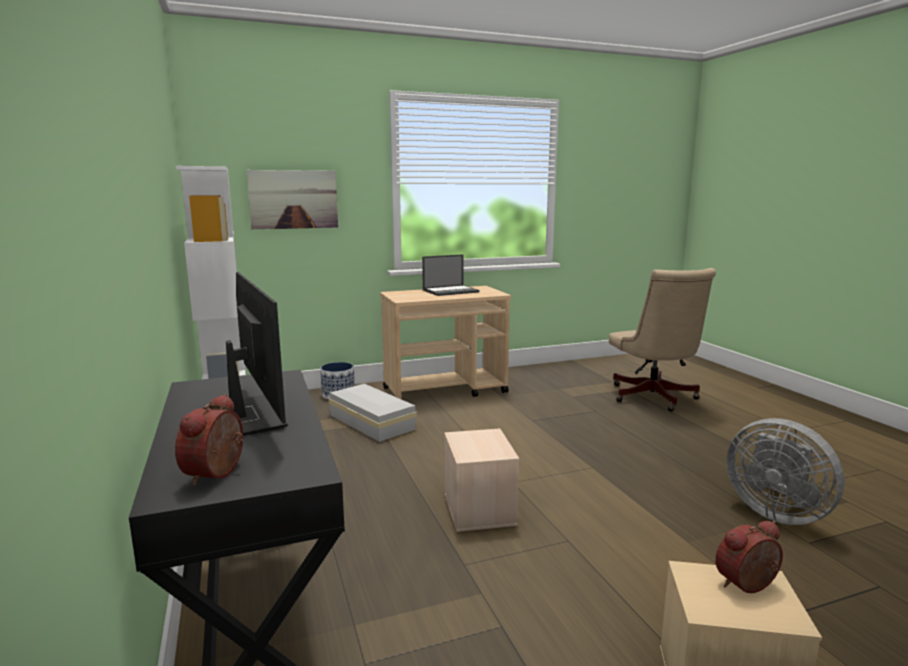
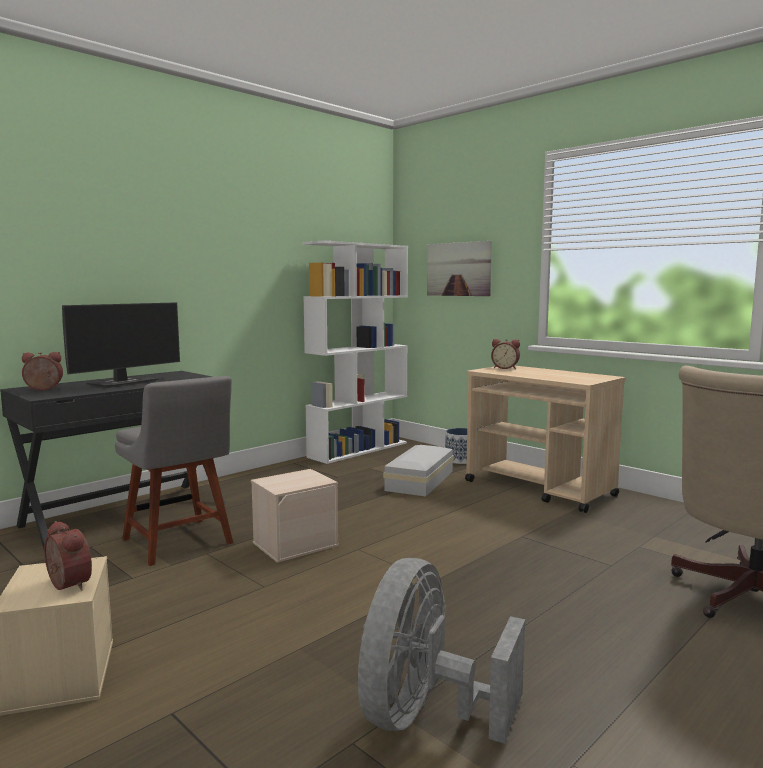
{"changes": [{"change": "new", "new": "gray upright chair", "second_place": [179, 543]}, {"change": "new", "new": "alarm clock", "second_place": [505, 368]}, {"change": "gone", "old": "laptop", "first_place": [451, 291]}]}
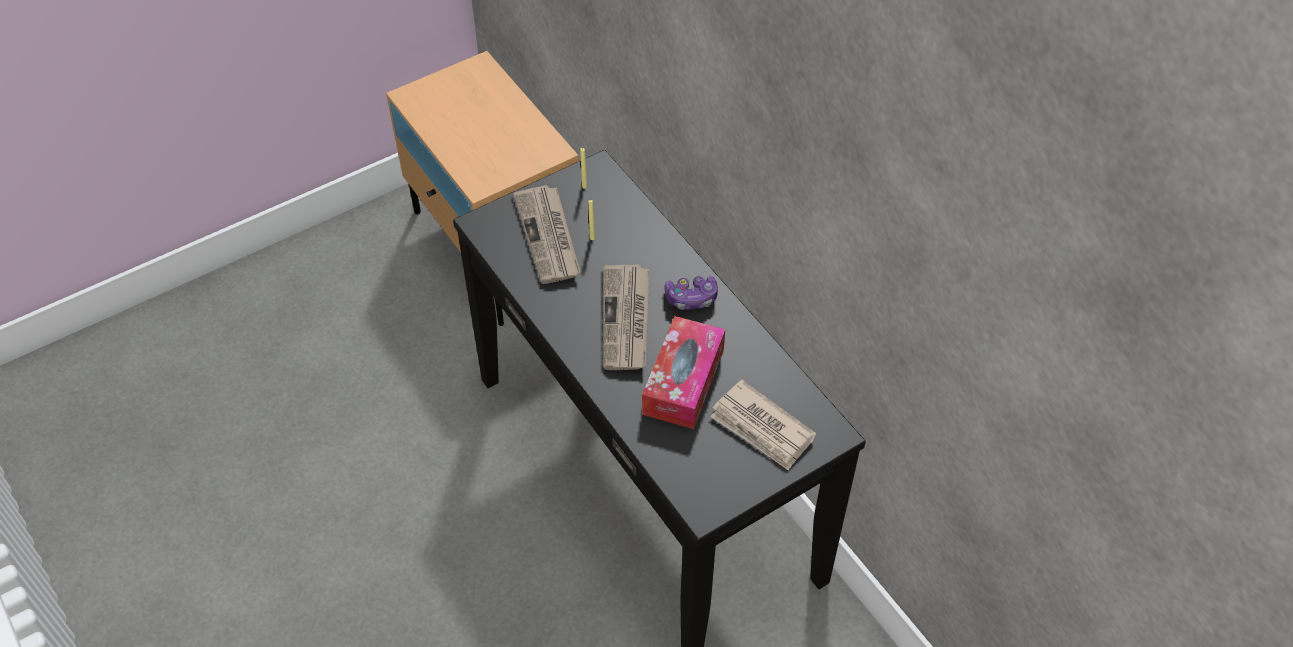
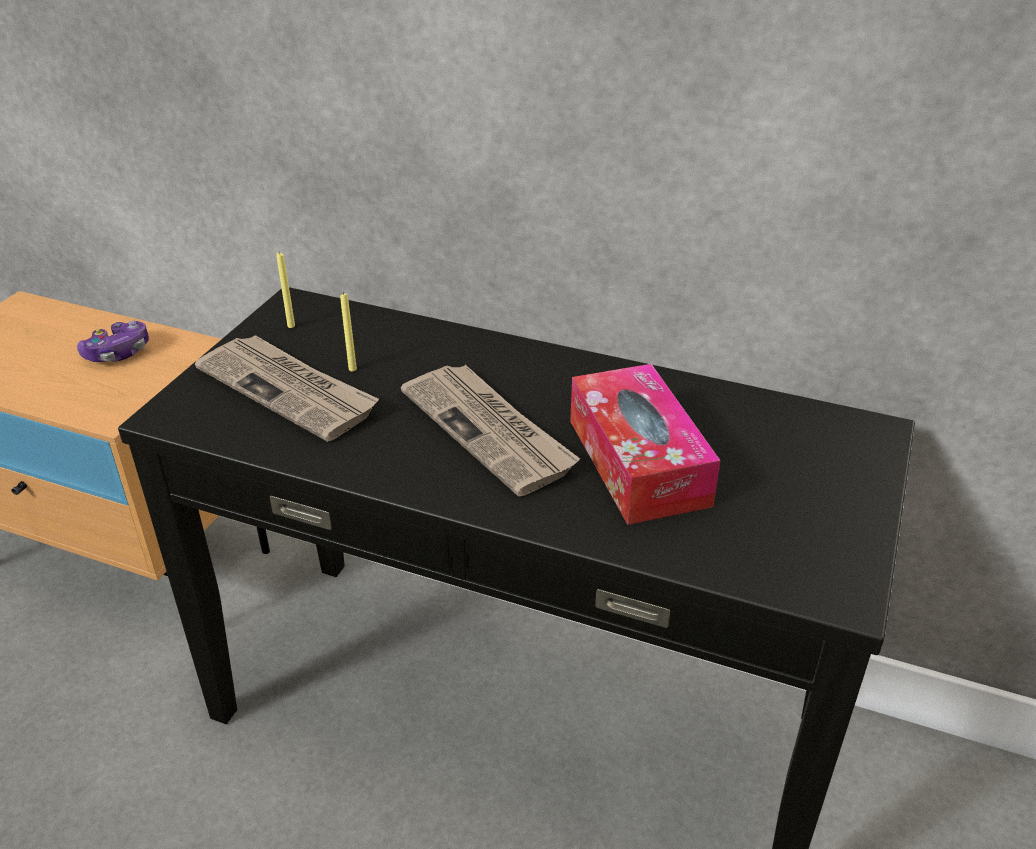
{"changes": [{"change": "shifted", "old": "joypad", "first_place": [691, 298], "second_place": [118, 353]}, {"change": "gone", "old": "daily paper", "first_place": [762, 428]}]}
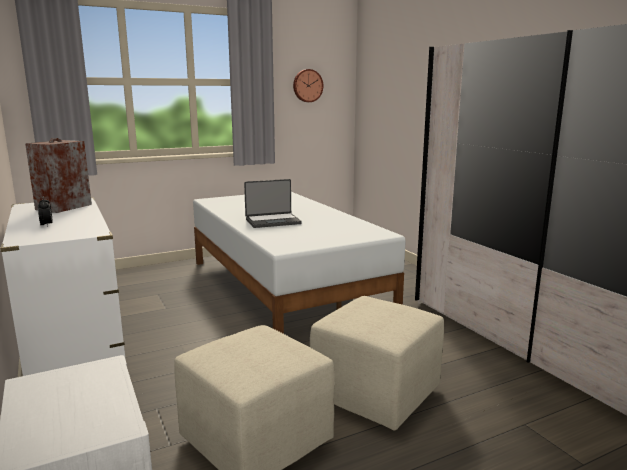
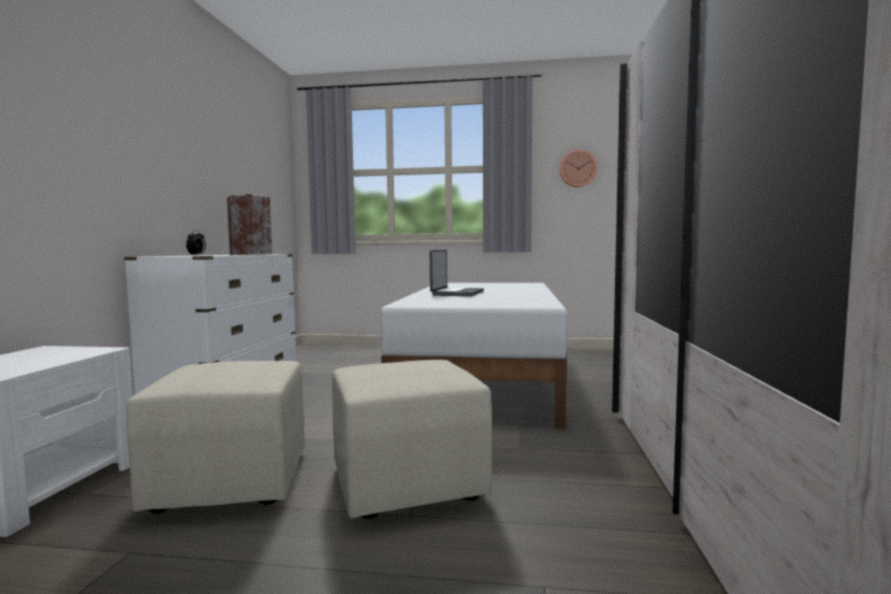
{"changes": [{"change": "rotated", "old": "laptop", "first_place": [272, 221], "second_place": [456, 293], "degrees": -90}]}
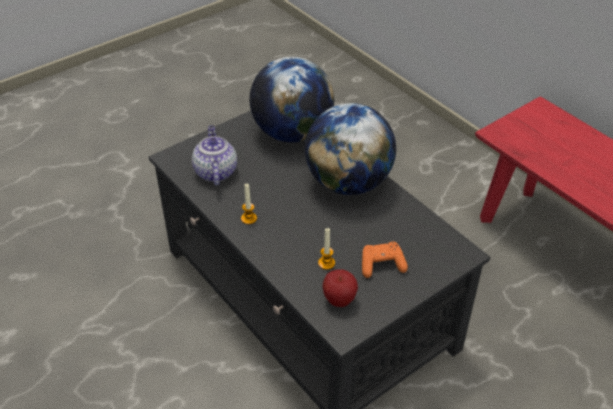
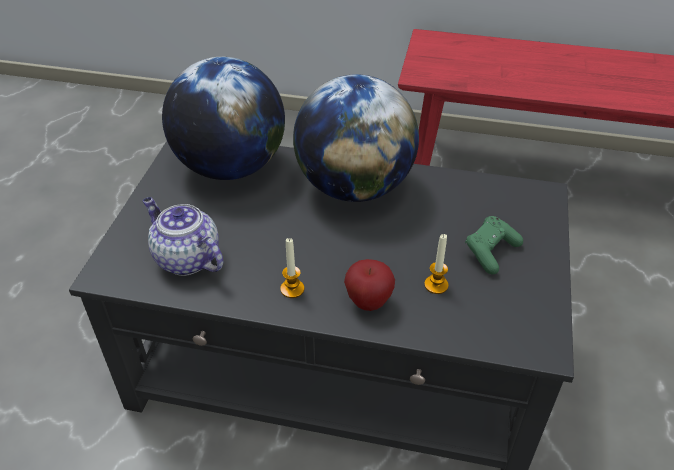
{"changes": [{"change": "shifted", "old": "apple fruit", "first_place": [339, 300], "second_place": [368, 302]}, {"change": "repainted", "old": "orangey joypad", "new": "green-coloured joypad", "first_place": [382, 265], "second_place": [490, 252]}]}
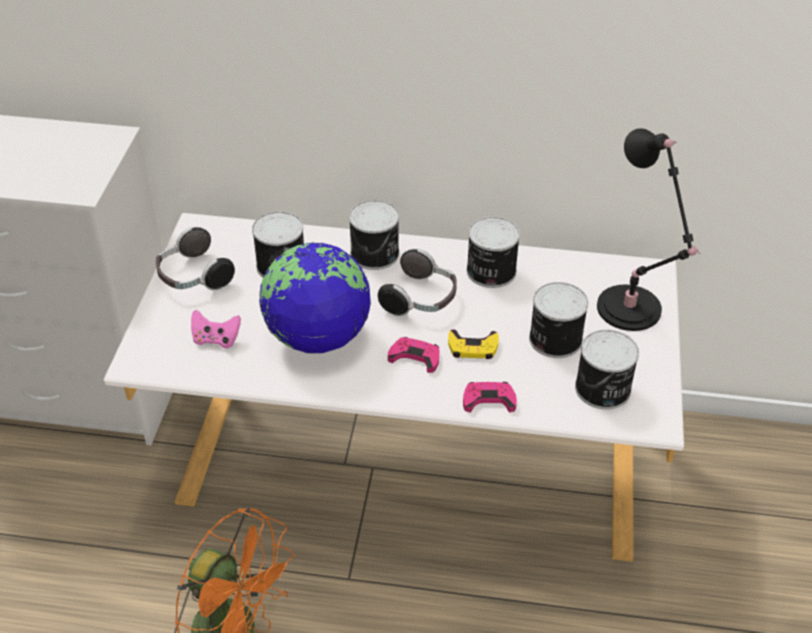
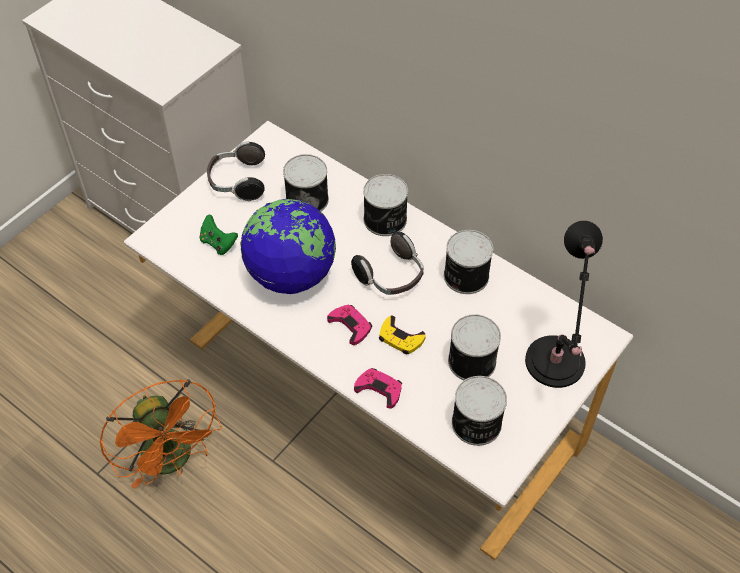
{"changes": [{"change": "repainted", "old": "pink-coloured joypad", "new": "green-coloured joypad", "first_place": [216, 339], "second_place": [218, 243]}]}
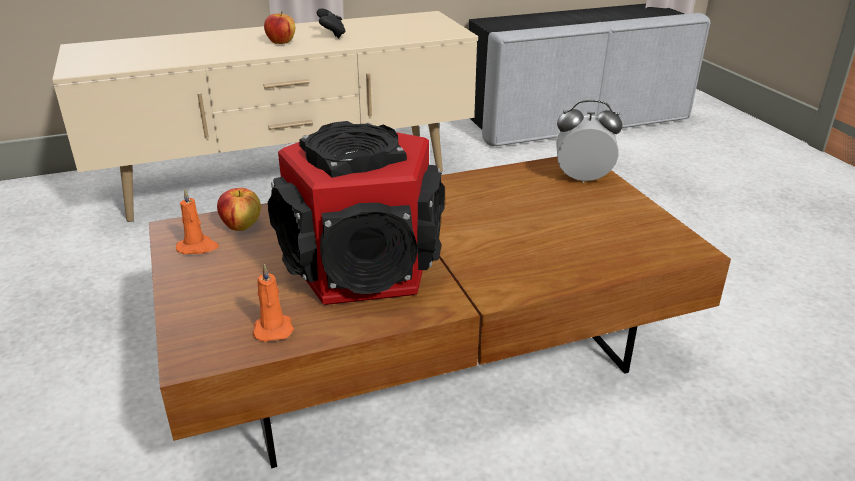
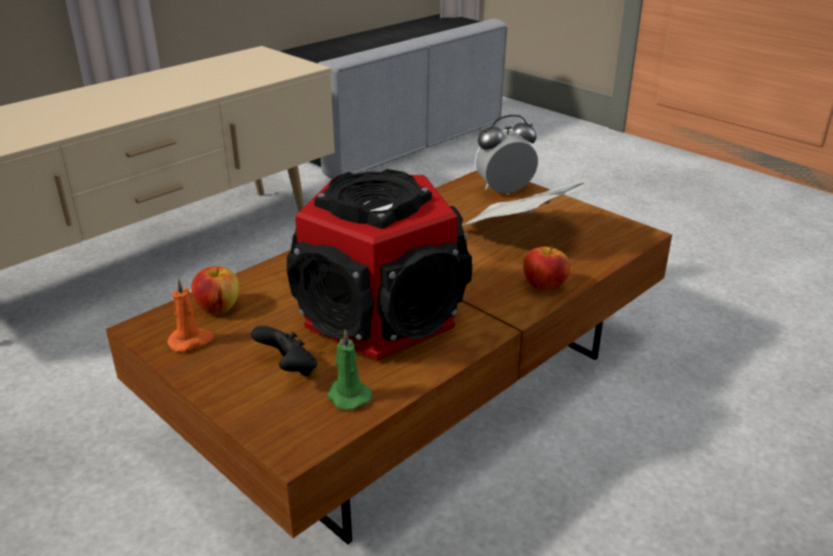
{"changes": [{"change": "shifted", "old": "blackish joypad", "first_place": [332, 35], "second_place": [288, 369]}, {"change": "repainted", "old": "orangey candle", "new": "green-coloured candle", "first_place": [273, 328], "second_place": [347, 396]}, {"change": "new", "new": "daily paper", "second_place": [521, 233]}, {"change": "shifted", "old": "apple fruit", "first_place": [281, 42], "second_place": [544, 286]}]}
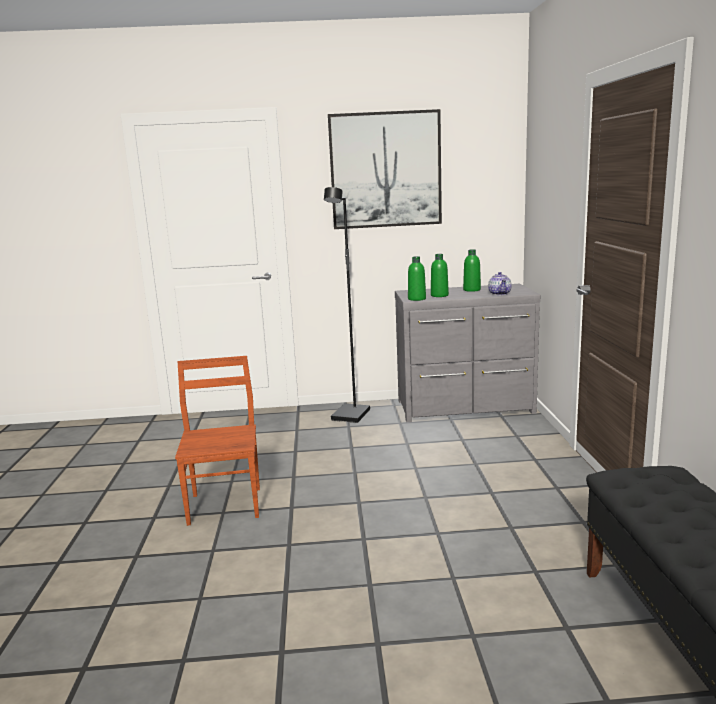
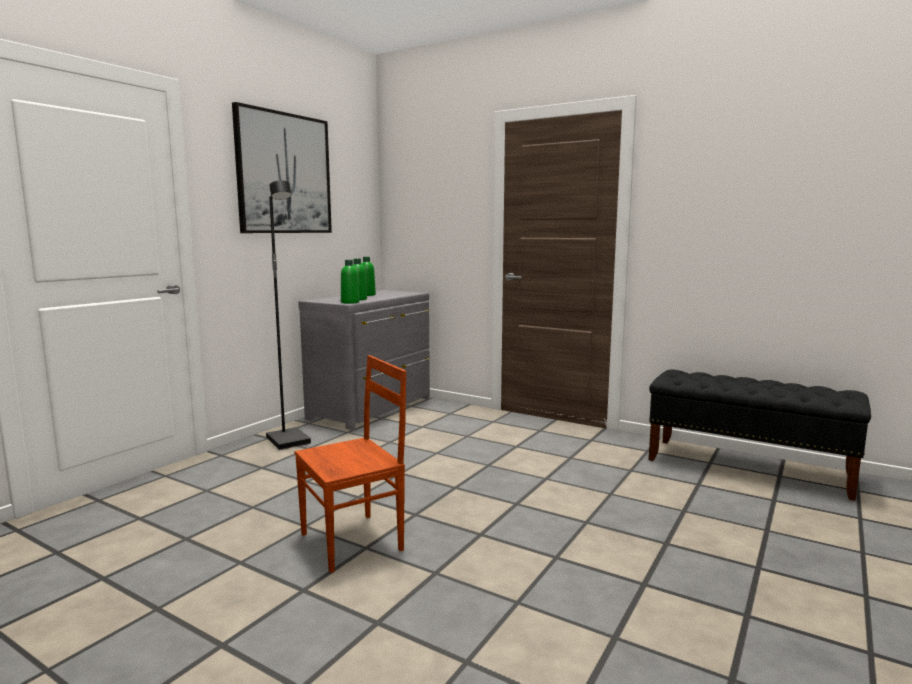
{"changes": [{"change": "rotated", "old": "brown-coloured upright chair", "first_place": [226, 505], "second_place": [354, 542], "degrees": 120}, {"change": "gone", "old": "tea pot", "first_place": [499, 293]}]}
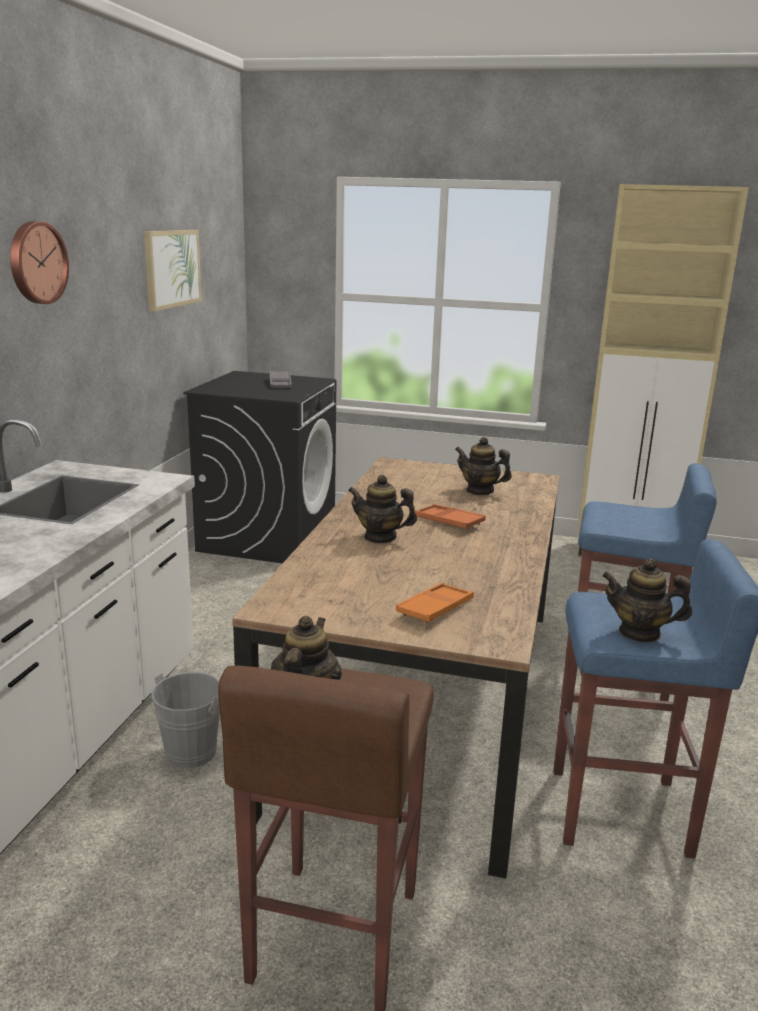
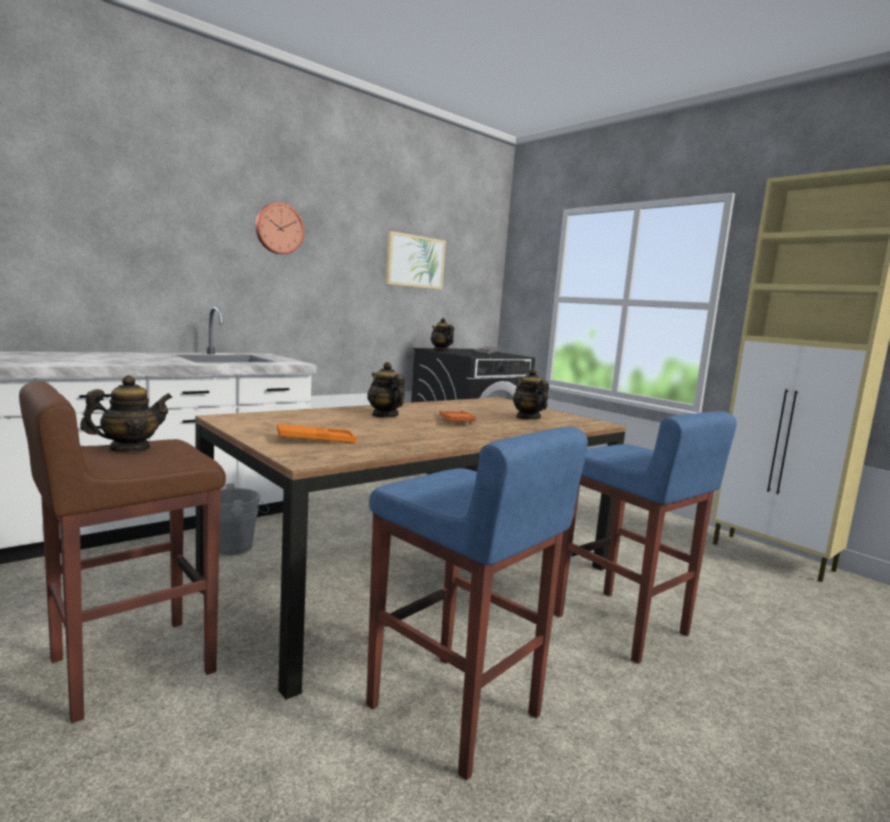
{"changes": [{"change": "shifted", "old": "tea pot", "first_place": [640, 633], "second_place": [440, 350]}]}
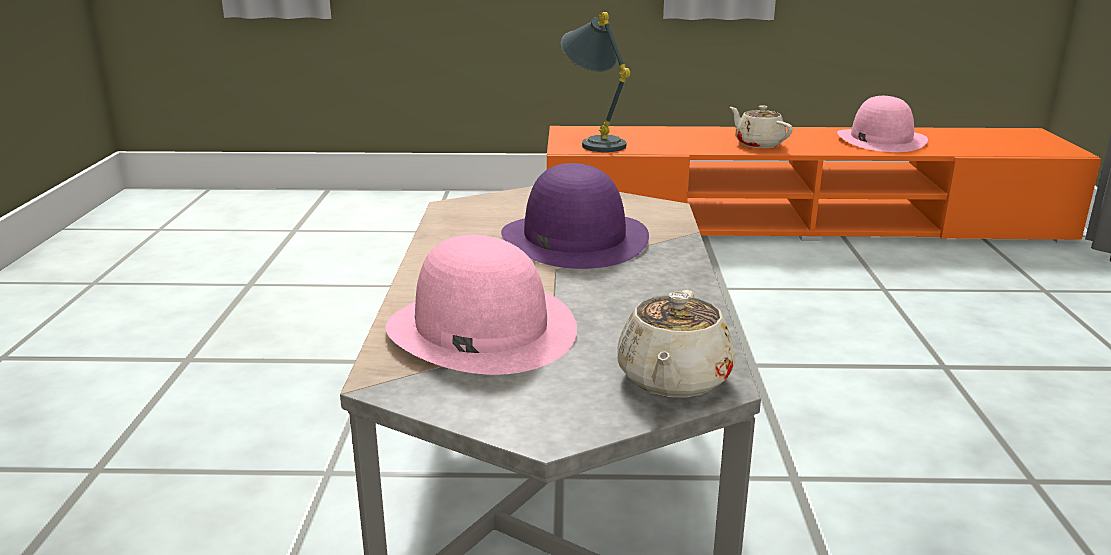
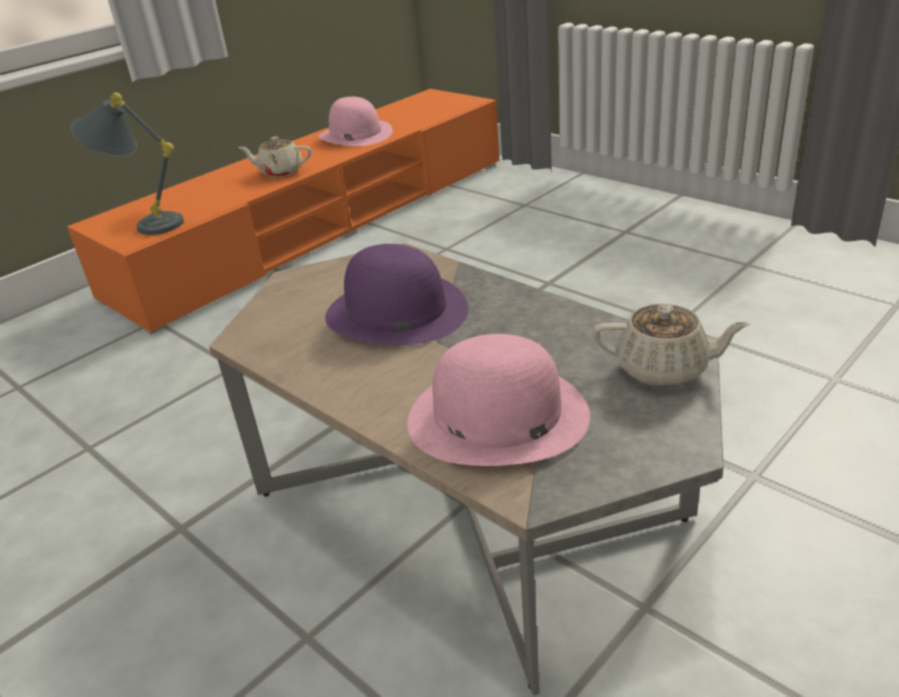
{"changes": [{"change": "rotated", "old": "beige tea pot", "first_place": [673, 379], "second_place": [664, 369], "degrees": -45}]}
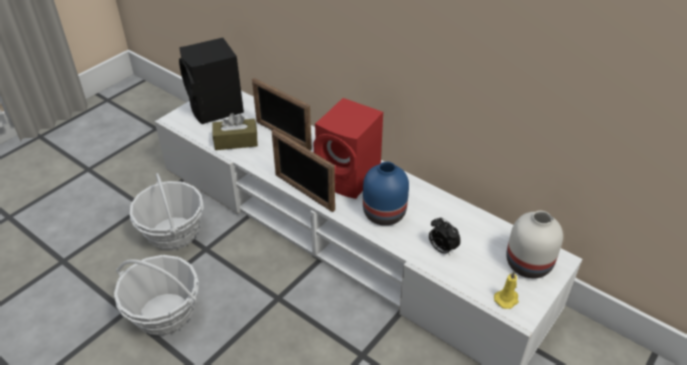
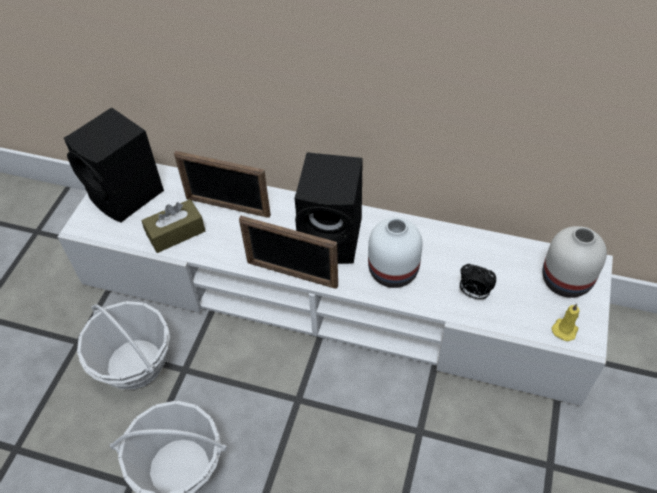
{"changes": [{"change": "repainted", "old": "red loudspeaker", "new": "blackish loudspeaker", "first_place": [350, 178], "second_place": [334, 239]}, {"change": "repainted", "old": "blue-coloured flower vase", "new": "whitish flower vase", "first_place": [384, 214], "second_place": [393, 272]}]}
